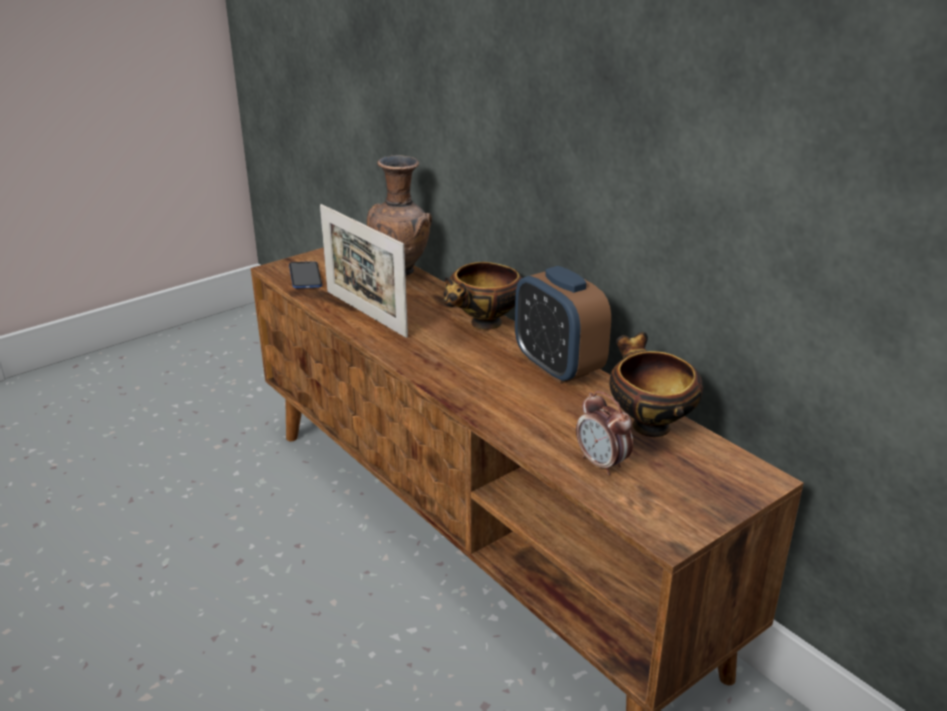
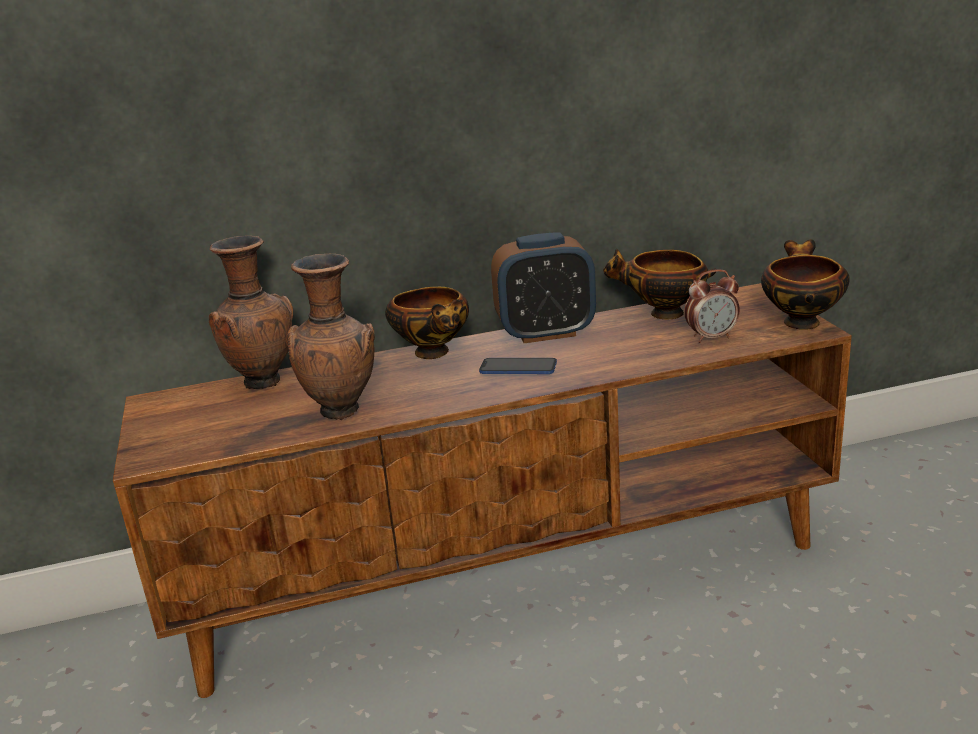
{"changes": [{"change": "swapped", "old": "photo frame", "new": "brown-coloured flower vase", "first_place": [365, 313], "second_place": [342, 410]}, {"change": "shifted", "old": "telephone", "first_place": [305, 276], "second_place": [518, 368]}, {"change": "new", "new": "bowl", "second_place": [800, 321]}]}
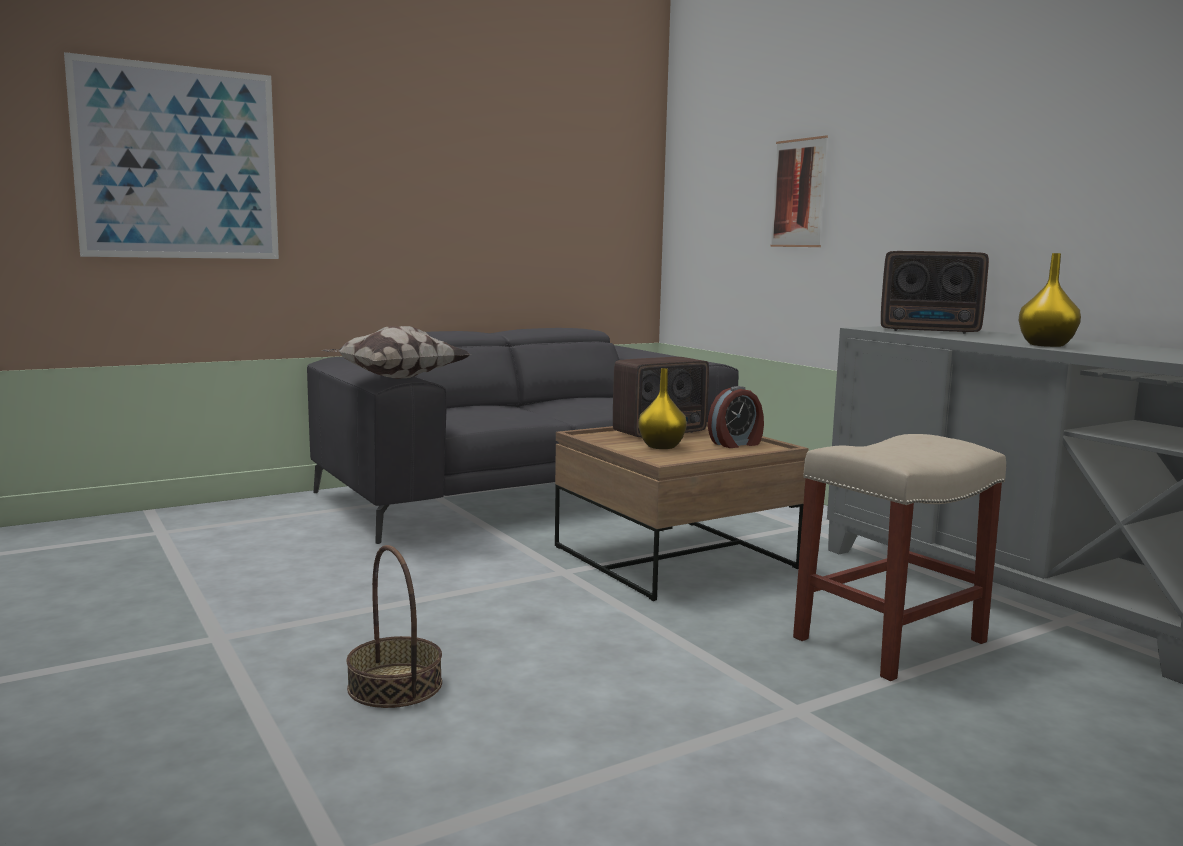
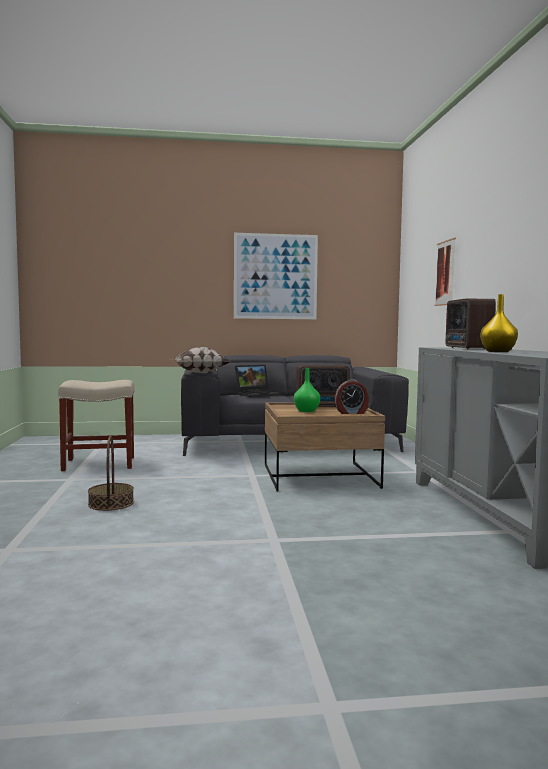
{"changes": [{"change": "shifted", "old": "beige stool", "first_place": [891, 639], "second_place": [100, 464]}, {"change": "shifted", "old": "wall art", "first_place": [178, 163], "second_place": [275, 276]}, {"change": "new", "new": "laptop", "second_place": [257, 394]}, {"change": "repainted", "old": "yellowish flower vase", "new": "green-coloured flower vase", "first_place": [660, 446], "second_place": [306, 411]}, {"change": "rotated", "old": "radio receiver", "first_place": [931, 331], "second_place": [467, 348], "degrees": 45}]}
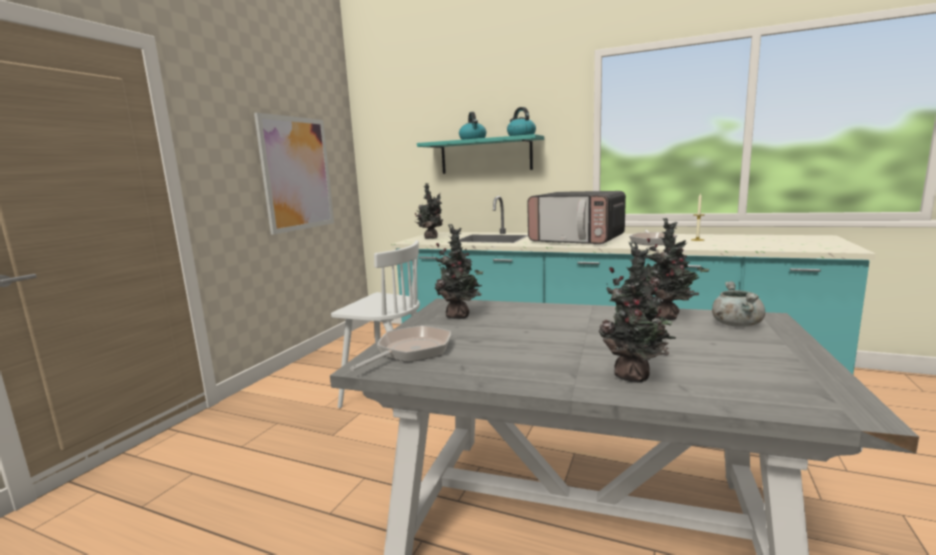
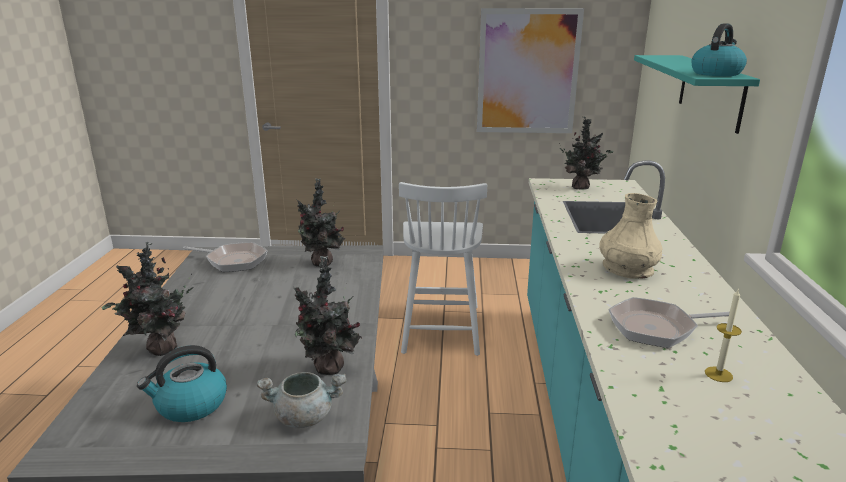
{"changes": [{"change": "shifted", "old": "water kettle", "first_place": [473, 139], "second_place": [190, 405]}, {"change": "swapped", "old": "kitchen microwave", "new": "beige flower vase", "first_place": [577, 240], "second_place": [627, 269]}]}
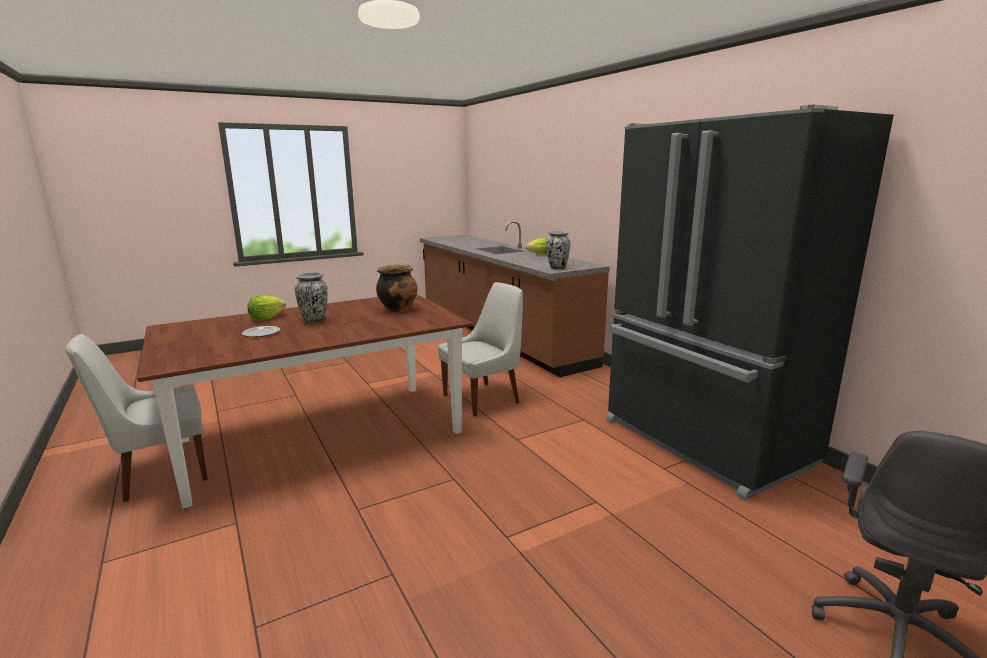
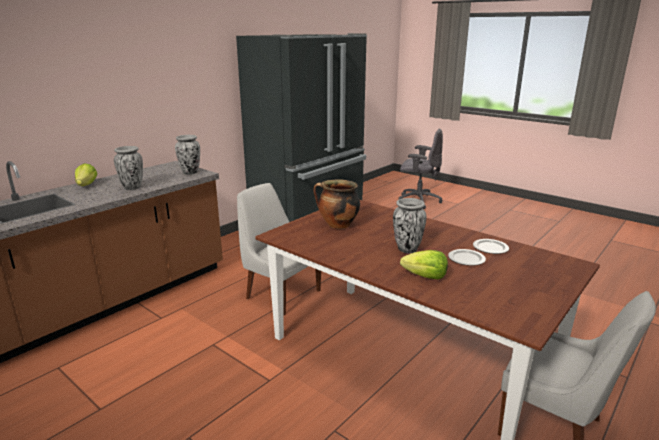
{"changes": [{"change": "new", "new": "flower vase", "second_place": [132, 188]}, {"change": "new", "new": "flat dish", "second_place": [491, 248]}]}
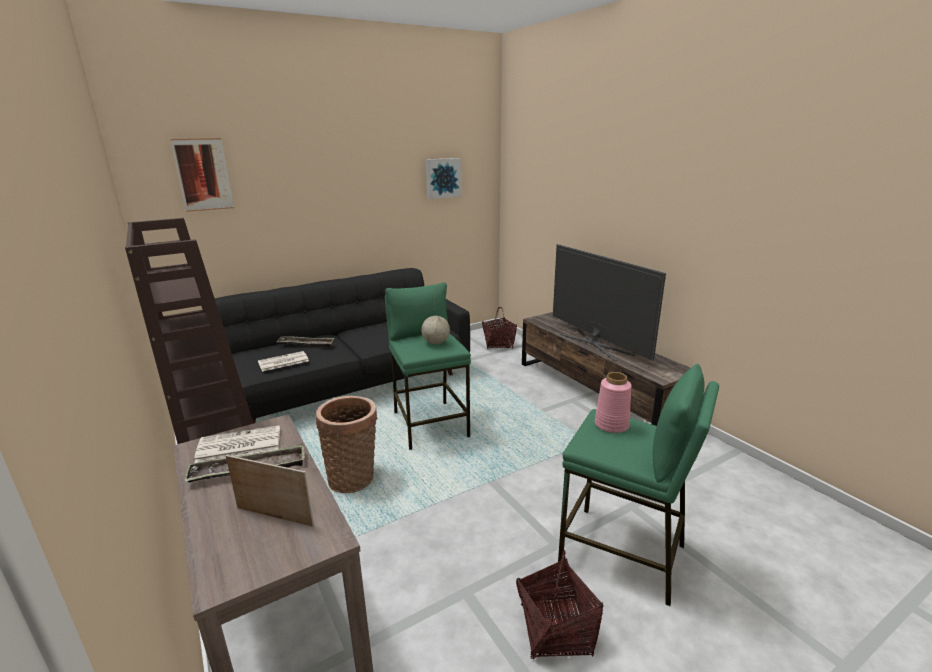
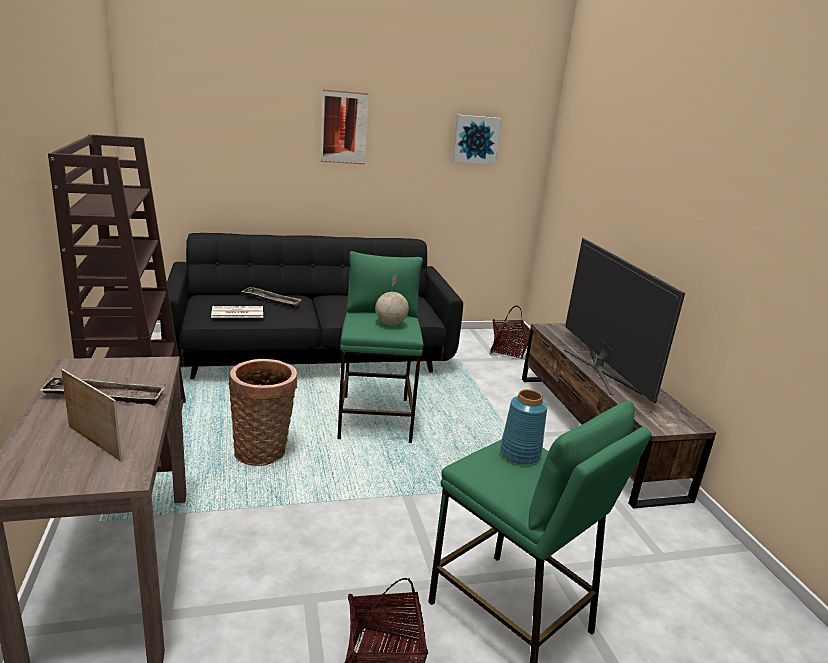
{"changes": [{"change": "shifted", "old": "wall art", "first_place": [203, 175], "second_place": [344, 127]}, {"change": "repainted", "old": "pink-coloured flower vase", "new": "blue-coloured flower vase", "first_place": [612, 425], "second_place": [520, 454]}, {"change": "gone", "old": "daily paper", "first_place": [238, 445]}]}
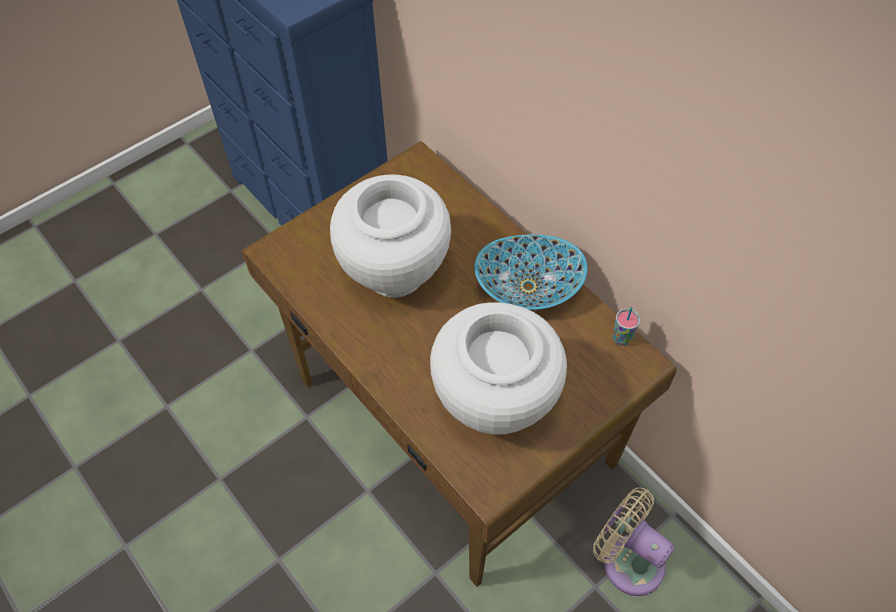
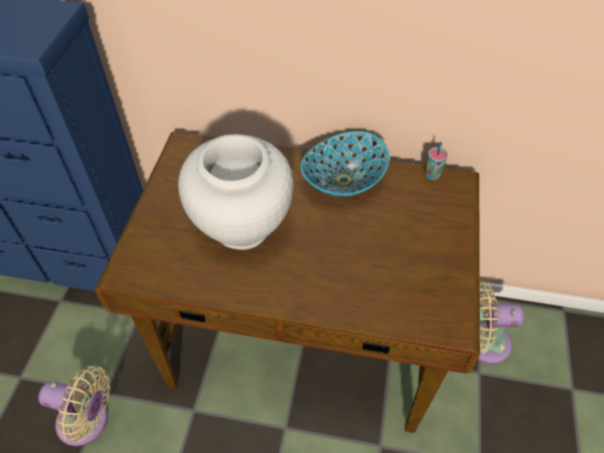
{"changes": [{"change": "new", "new": "beige fan", "second_place": [88, 422]}, {"change": "gone", "old": "whitish flower vase", "first_place": [494, 403]}]}
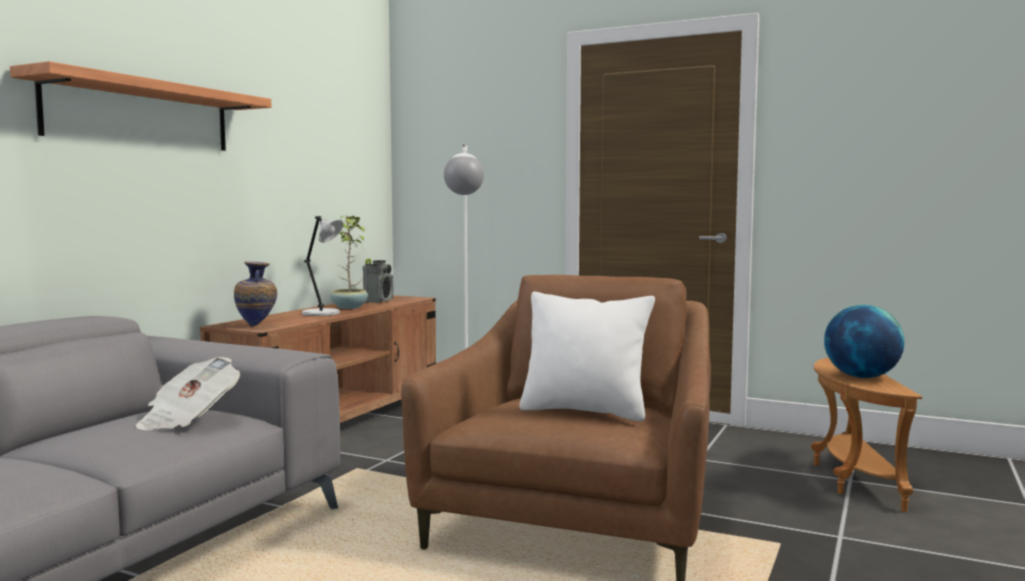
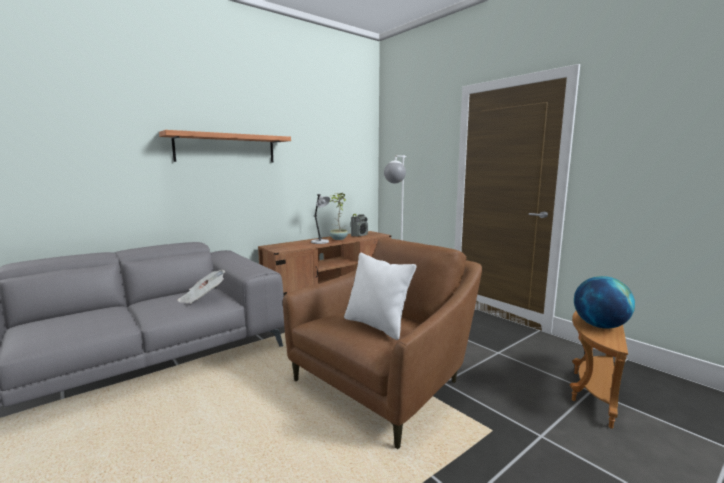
{"changes": [{"change": "gone", "old": "flower vase", "first_place": [257, 326]}]}
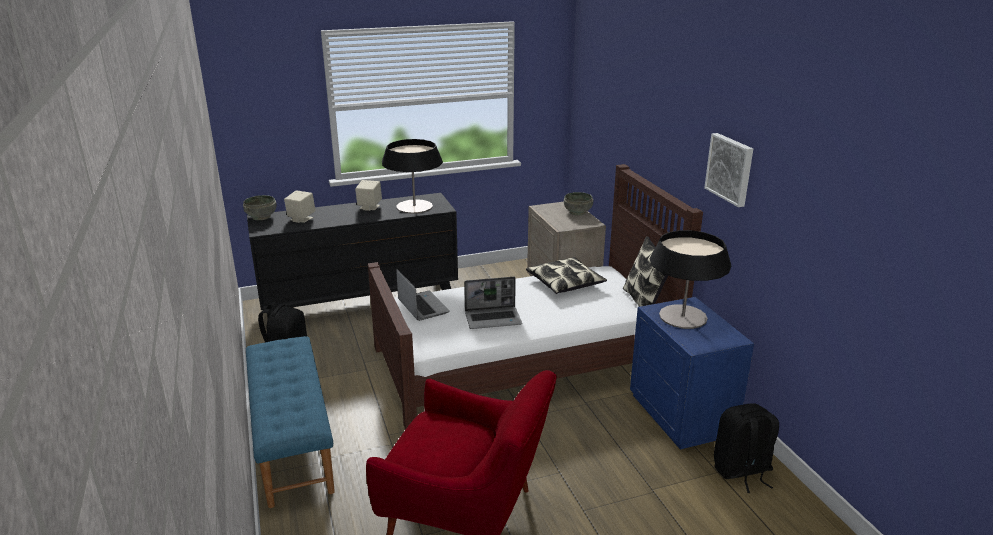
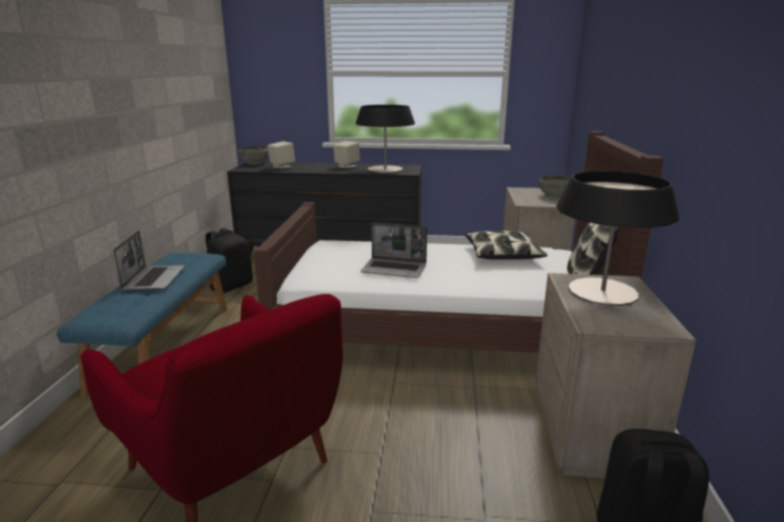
{"changes": [{"change": "shifted", "old": "laptop", "first_place": [422, 306], "second_place": [154, 279]}, {"change": "repainted", "old": "blue-coloured bedside table", "new": "beige bedside table", "first_place": [682, 414], "second_place": [592, 432]}, {"change": "gone", "old": "wall art", "first_place": [730, 169]}]}
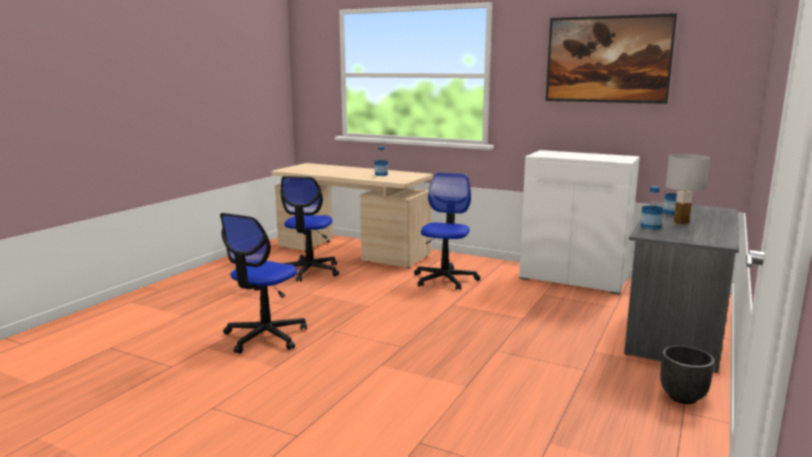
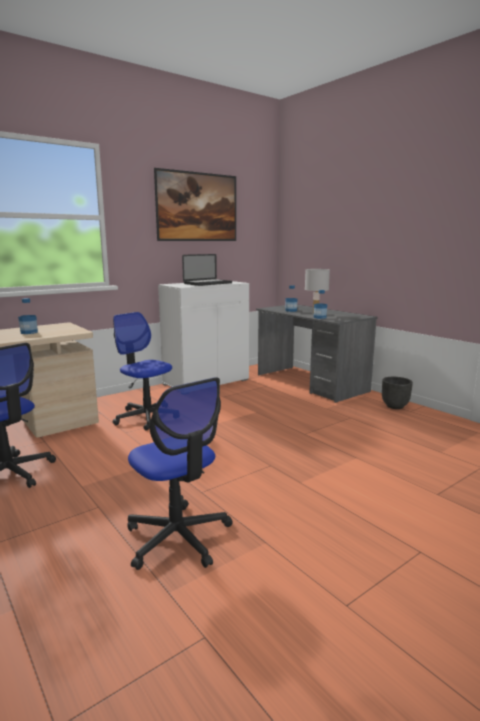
{"changes": [{"change": "new", "new": "laptop", "second_place": [208, 283]}]}
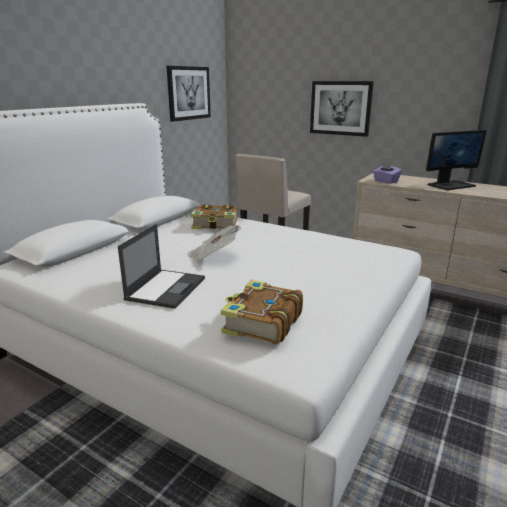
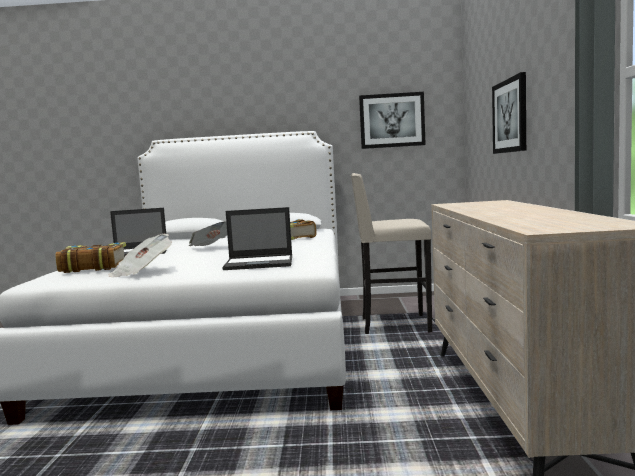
{"changes": [{"change": "new", "new": "daily paper", "second_place": [142, 272]}, {"change": "new", "new": "laptop", "second_place": [260, 263]}, {"change": "gone", "old": "purplish box of tissues", "first_place": [385, 181]}, {"change": "gone", "old": "monitor", "first_place": [450, 185]}]}
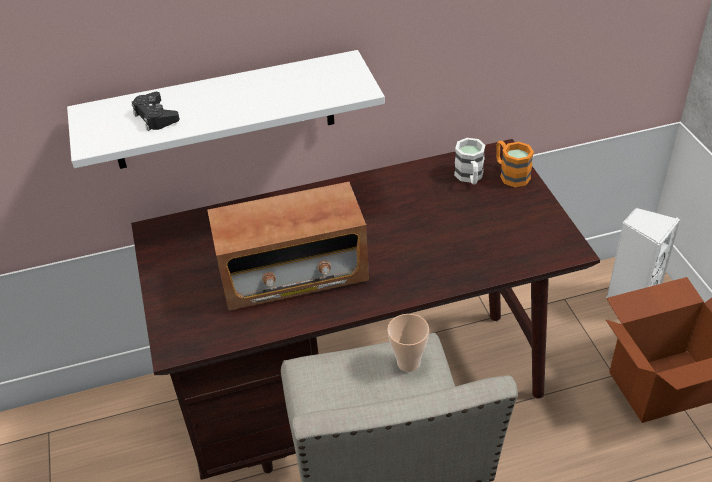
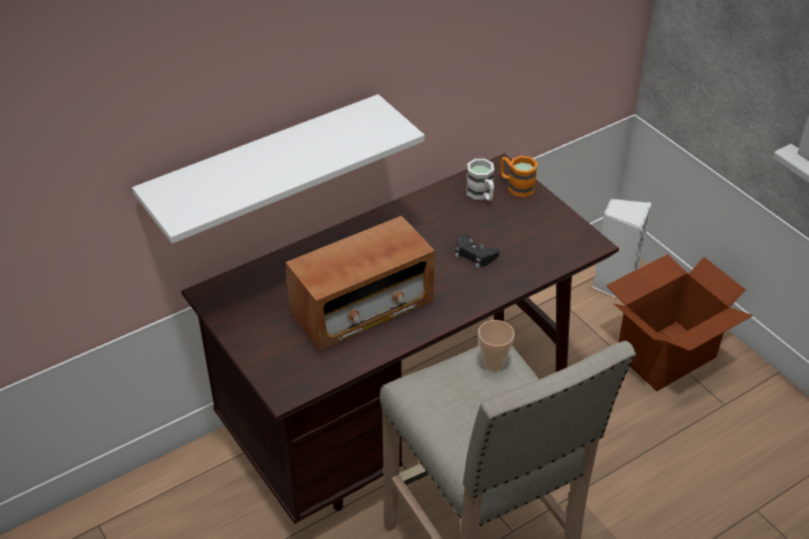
{"changes": [{"change": "shifted", "old": "blackish joypad", "first_place": [155, 116], "second_place": [474, 254]}]}
